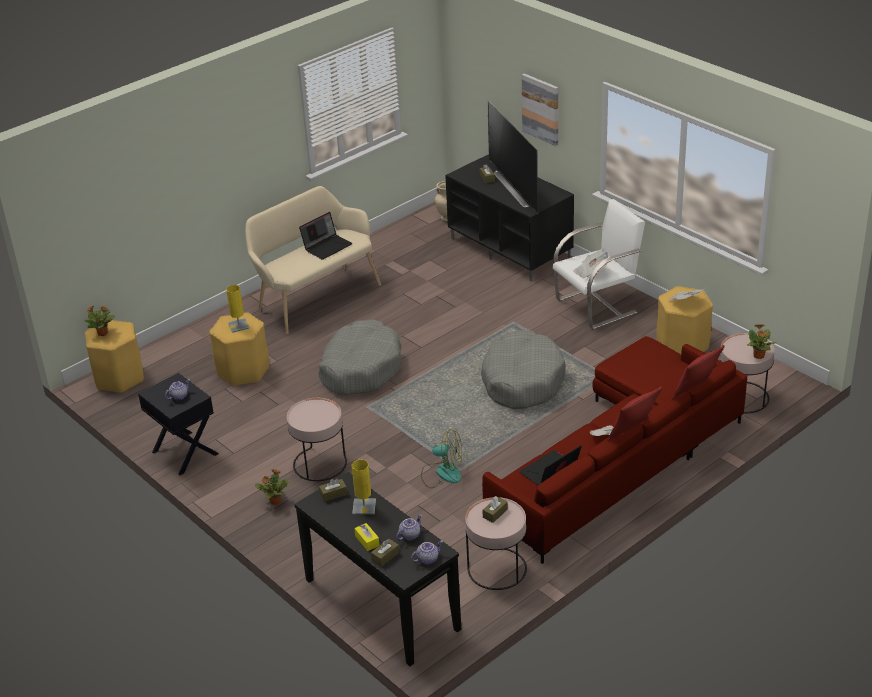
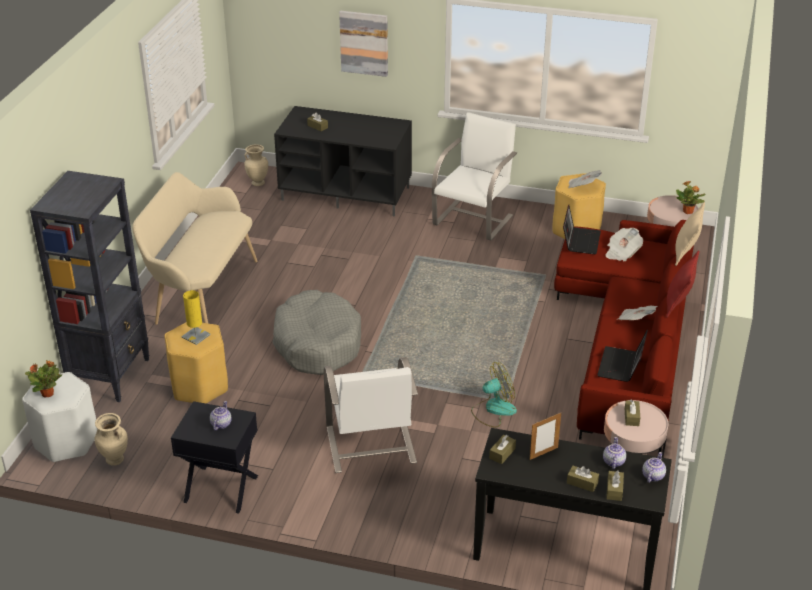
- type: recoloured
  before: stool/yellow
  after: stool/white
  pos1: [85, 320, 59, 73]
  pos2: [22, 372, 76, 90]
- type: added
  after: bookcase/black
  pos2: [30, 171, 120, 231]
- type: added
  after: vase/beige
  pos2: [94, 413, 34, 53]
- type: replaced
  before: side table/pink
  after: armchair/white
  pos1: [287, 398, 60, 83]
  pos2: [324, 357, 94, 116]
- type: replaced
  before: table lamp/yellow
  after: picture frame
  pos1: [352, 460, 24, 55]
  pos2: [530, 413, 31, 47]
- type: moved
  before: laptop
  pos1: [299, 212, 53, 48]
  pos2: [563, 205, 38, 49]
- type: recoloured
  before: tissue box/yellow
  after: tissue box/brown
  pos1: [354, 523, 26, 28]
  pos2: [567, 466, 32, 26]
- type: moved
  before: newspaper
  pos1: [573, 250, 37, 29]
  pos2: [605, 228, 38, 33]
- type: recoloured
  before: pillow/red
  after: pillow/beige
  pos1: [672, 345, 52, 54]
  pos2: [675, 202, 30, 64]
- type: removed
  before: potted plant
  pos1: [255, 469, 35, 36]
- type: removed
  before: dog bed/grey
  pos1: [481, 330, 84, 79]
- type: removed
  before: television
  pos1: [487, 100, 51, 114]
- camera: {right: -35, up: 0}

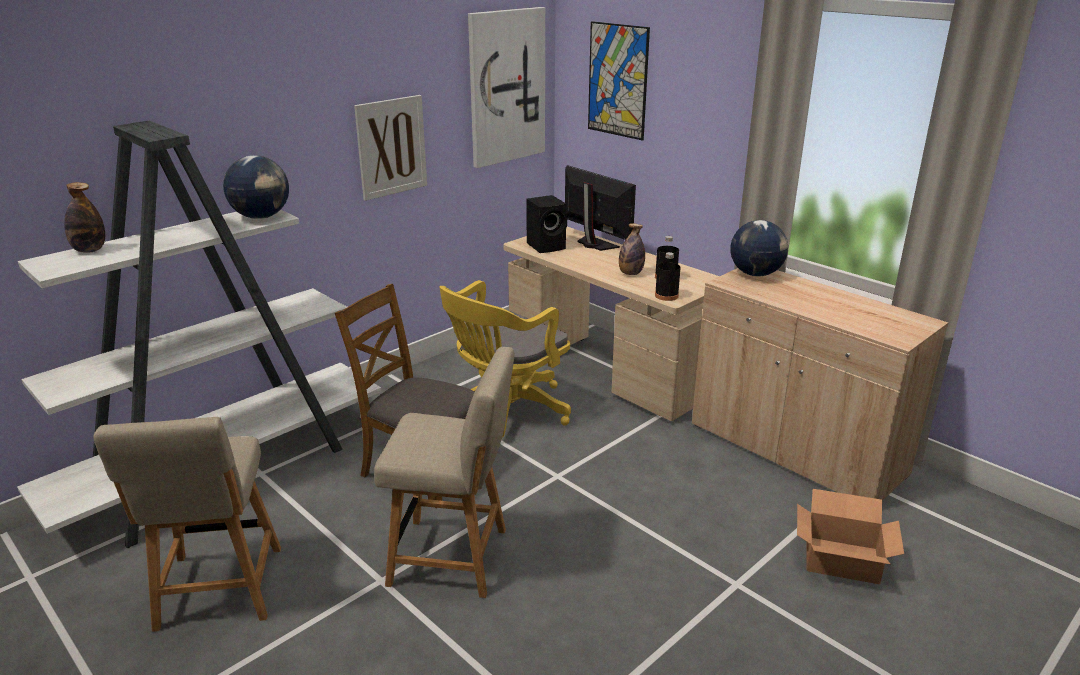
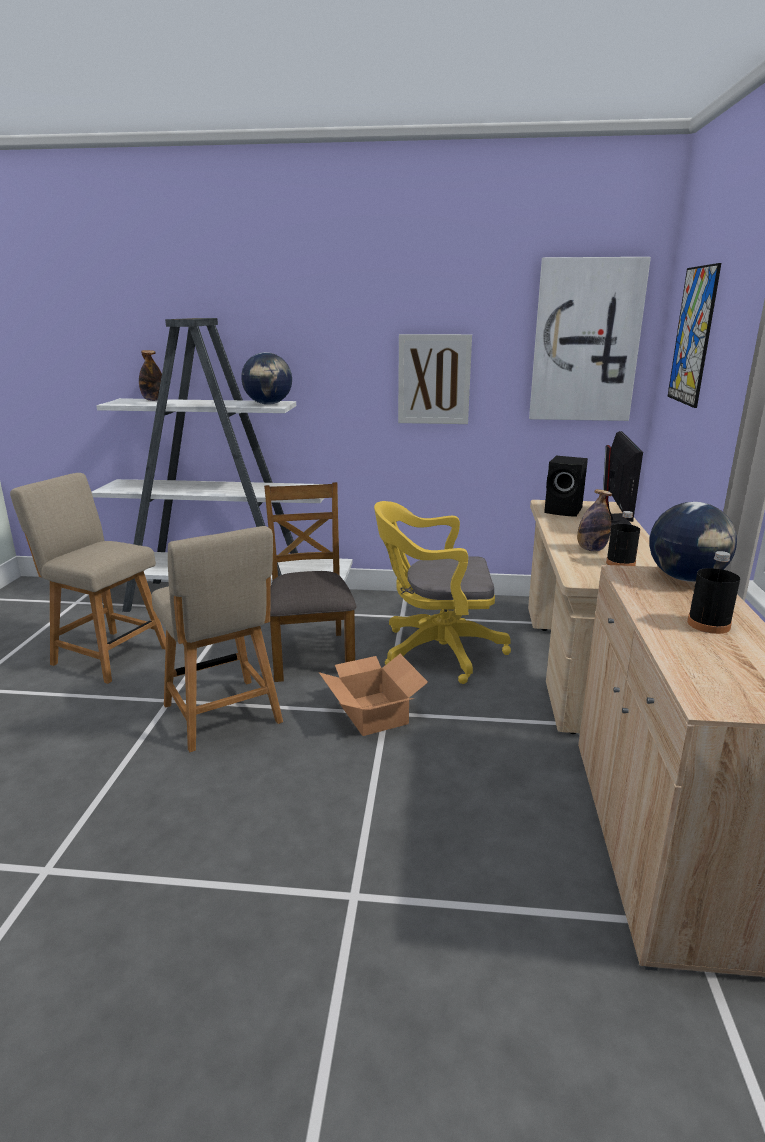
- type: turned
  before: chair/beige
  pos1: [93, 417, 188, 215]
  pos2: [10, 473, 156, 211]
  turn: 75
- type: moved
  before: cardboard box
  pos1: [797, 489, 107, 95]
  pos2: [319, 654, 109, 82]
- type: moved
  before: bottle/black
  pos1: [655, 252, 26, 49]
  pos2: [687, 551, 53, 83]
- camera: {right: 50, up: -5}

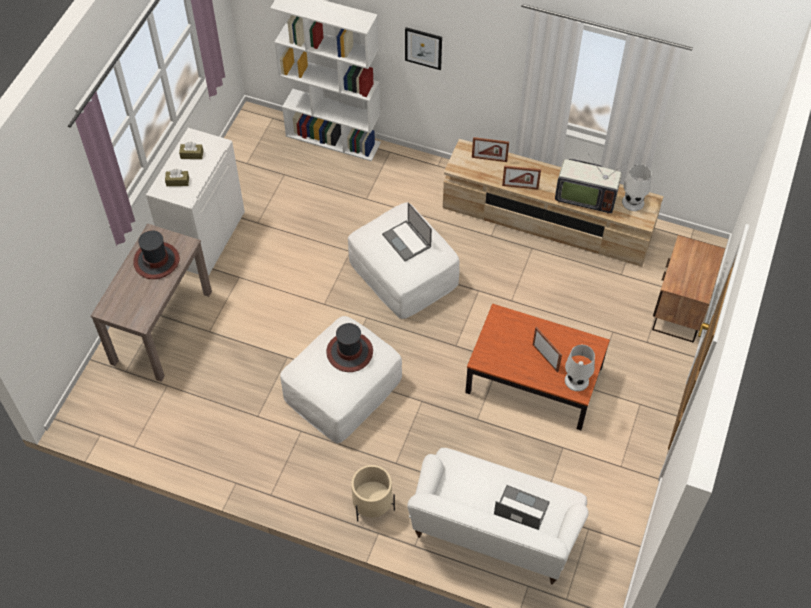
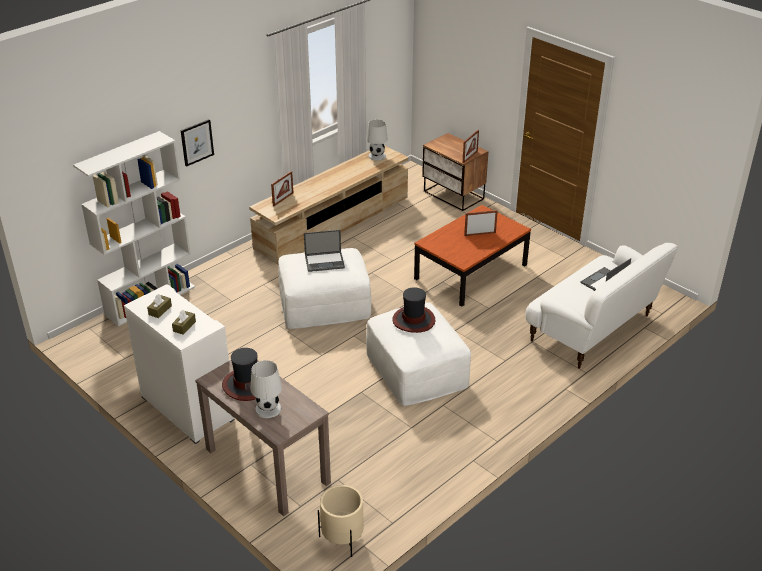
- type: moved
  before: table lamp/white
  pos1: [565, 345, 30, 46]
  pos2: [250, 360, 32, 58]
- type: moved
  before: planter/beige
  pos1: [351, 465, 44, 57]
  pos2: [318, 485, 46, 72]
- type: moved
  before: picture frame
  pos1: [502, 166, 39, 24]
  pos2: [463, 130, 16, 33]
- type: removed
  before: television
  pos1: [555, 155, 72, 59]
- camera: {right: -65, up: -20}

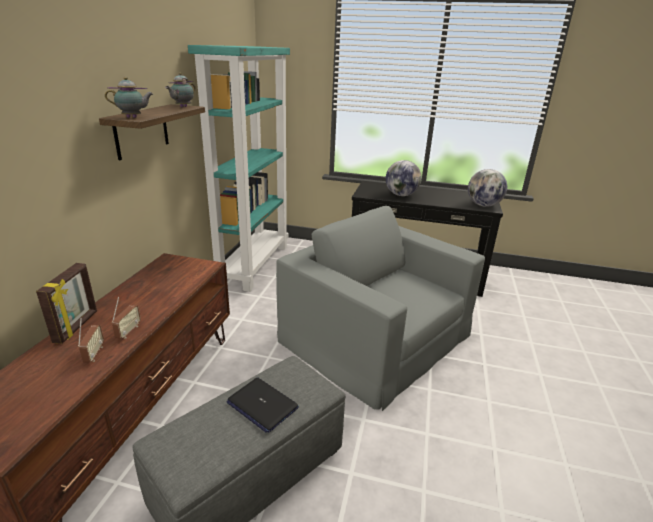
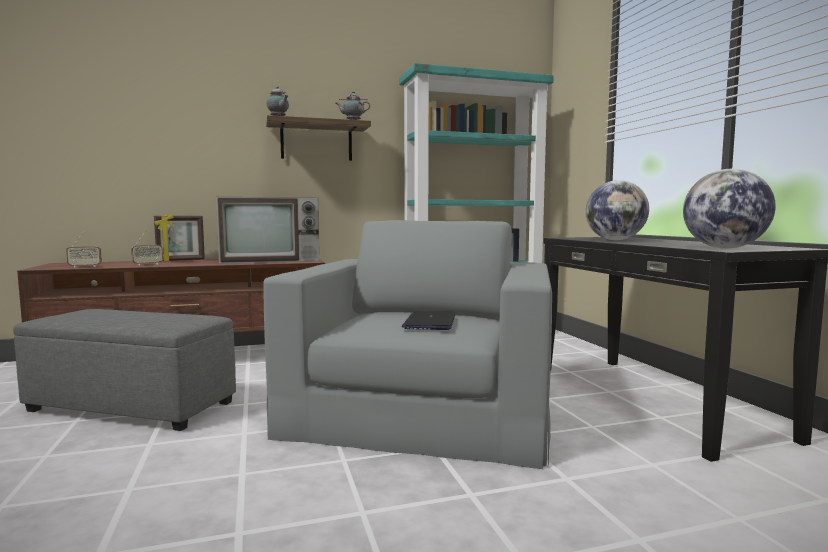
- type: moved
  before: radio
  pos1: [112, 297, 29, 42]
  pos2: [66, 232, 36, 36]
- type: added
  after: television
  pos2: [216, 197, 103, 67]
- type: moved
  before: laptop
  pos1: [227, 378, 72, 55]
  pos2: [402, 311, 53, 19]
- camera: {right: 60, up: -20}

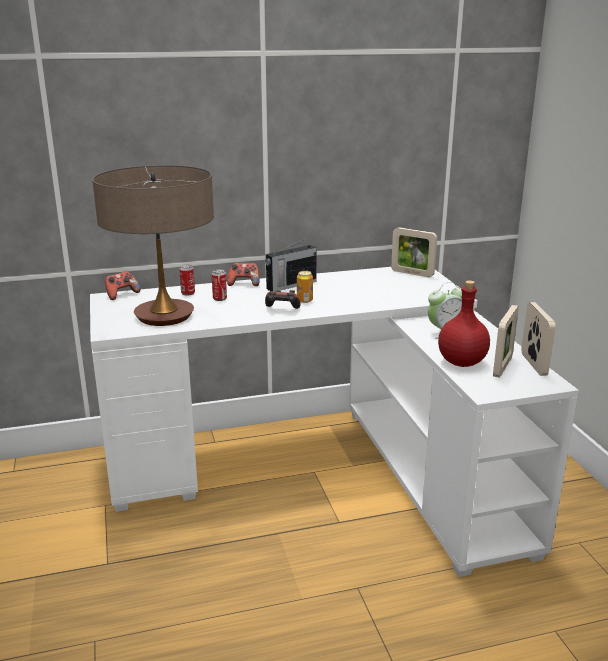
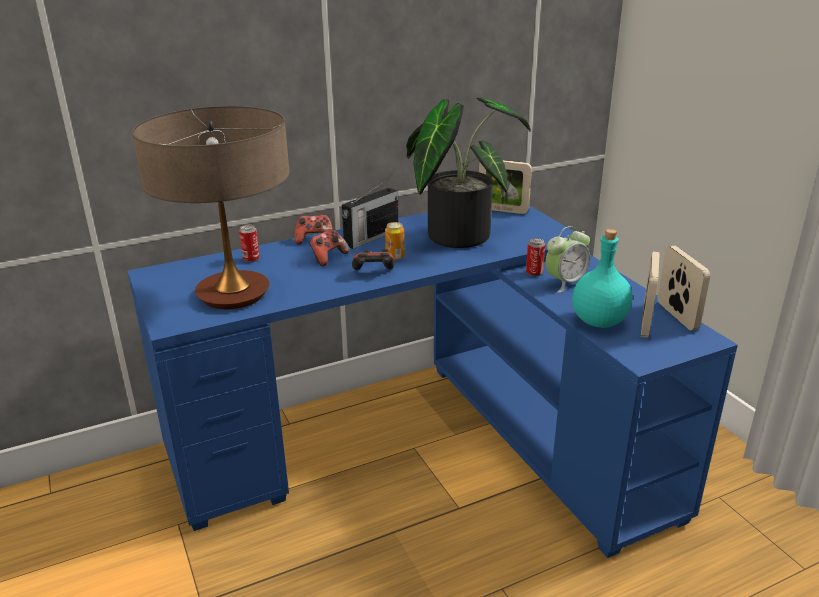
- type: recoloured
  before: desk/white
  after: desk/blue
  pos1: [90, 267, 489, 310]
  pos2: [127, 205, 611, 353]
- type: moved
  before: game controller
  pos1: [105, 271, 36, 29]
  pos2: [309, 229, 41, 37]
- type: added
  after: potted plant
  pos2: [406, 97, 125, 151]
- type: moved
  before: can
  pos1: [212, 269, 15, 32]
  pos2: [526, 238, 19, 38]
- type: recoloured
  before: bottle/red
  after: bottle/turquoise
  pos1: [438, 280, 52, 87]
  pos2: [572, 229, 60, 99]
- camera: {right: -10, up: 5}

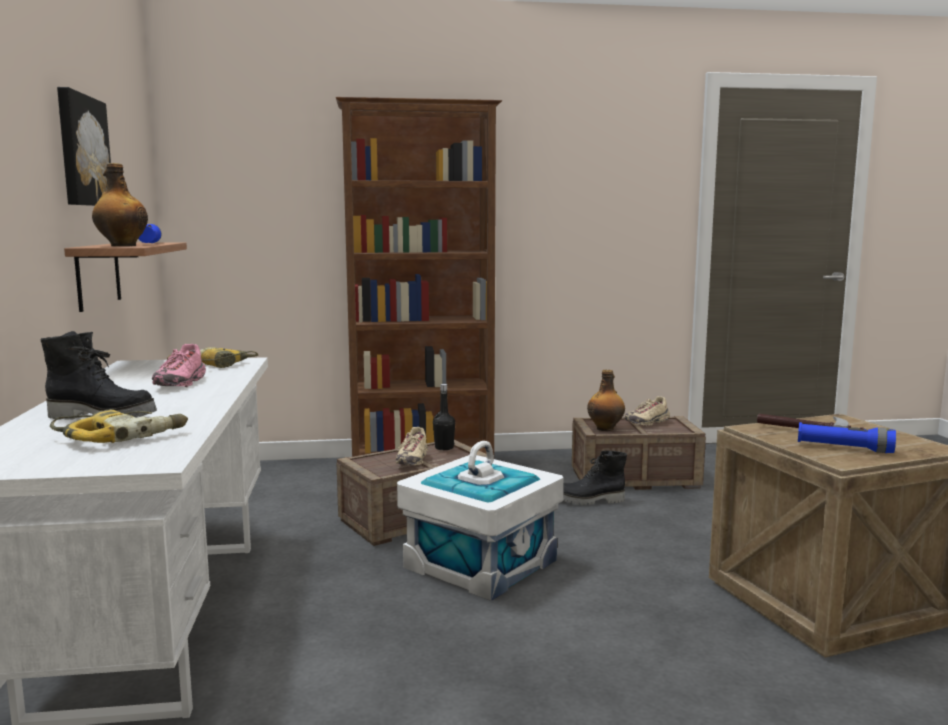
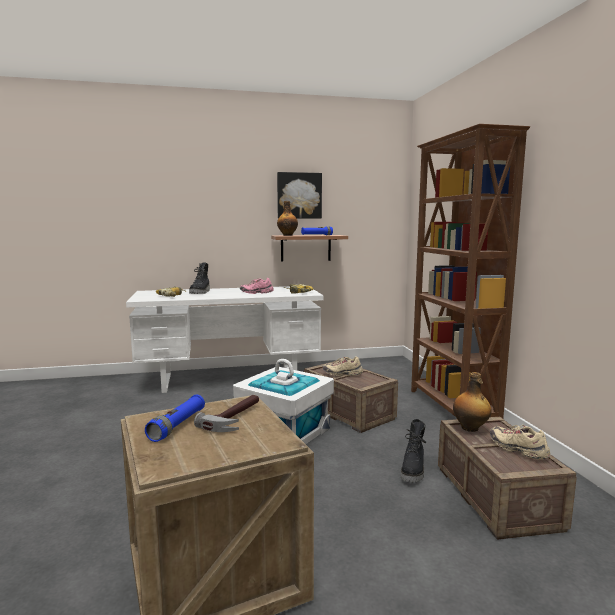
- type: turned
  before: boot/black
  pos1: [563, 451, 64, 54]
  pos2: [401, 419, 25, 63]
  turn: -150
- type: removed
  before: bottle/black
  pos1: [433, 384, 22, 66]
- camera: {right: 85, up: 0}

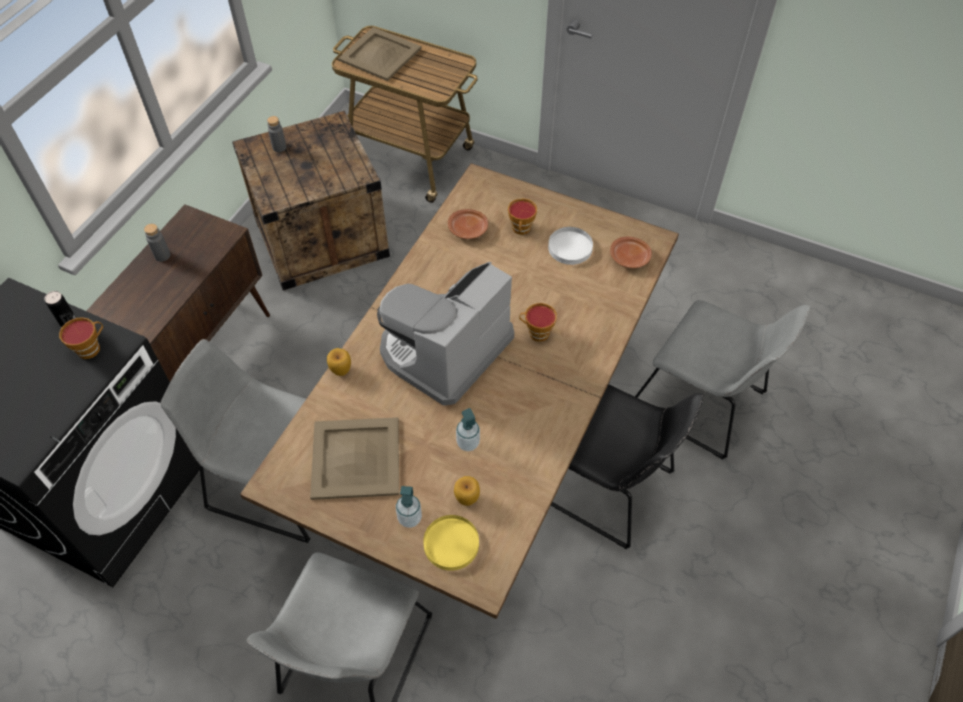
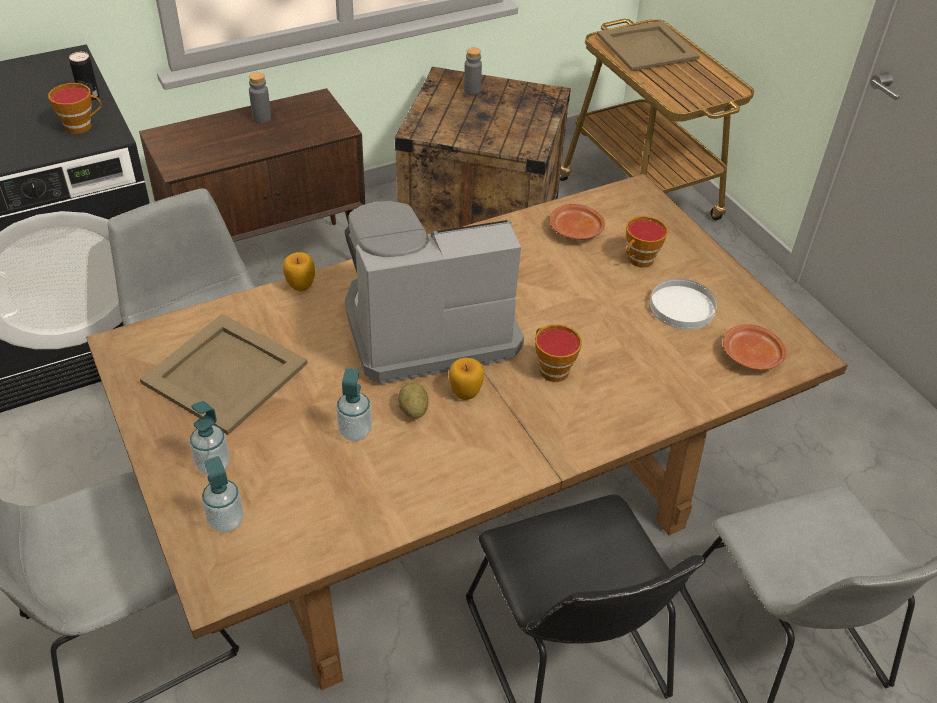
- type: replaced
  before: plate/yellow
  after: soap dispenser
  pos1: [423, 515, 56, 56]
  pos2: [202, 456, 42, 76]
- type: added
  after: potato
  pos2: [398, 382, 31, 36]
- type: moved
  before: apple
  pos1: [454, 476, 26, 30]
  pos2: [449, 357, 35, 43]
- camera: {right: 35, up: -10}

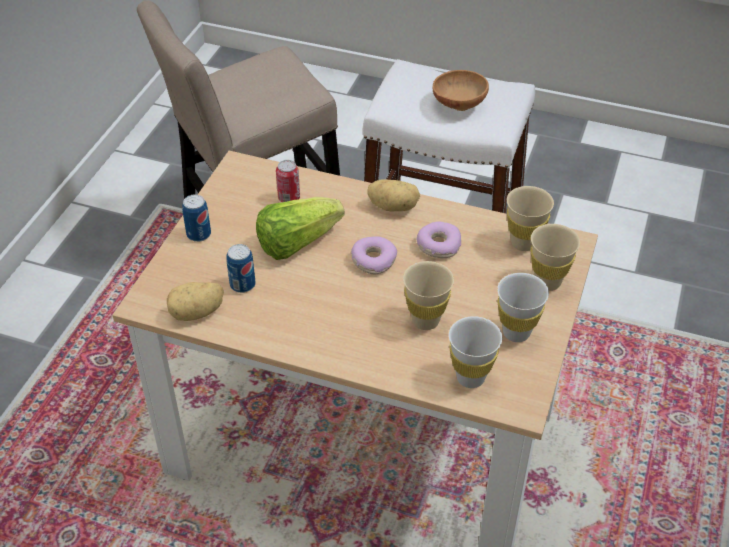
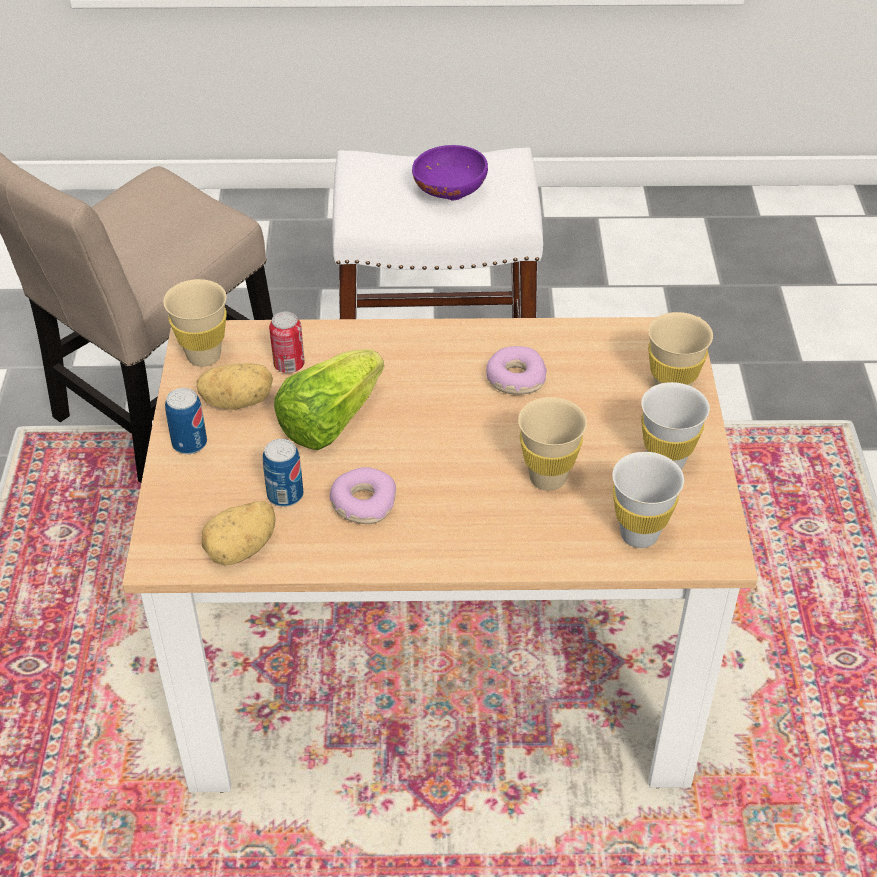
- type: moved
  before: cup/beige
  pos1: [507, 186, 47, 65]
  pos2: [163, 279, 64, 88]
- type: moved
  before: potato
  pos1: [367, 179, 53, 33]
  pos2: [197, 363, 76, 47]
- type: moved
  before: donut
  pos1: [351, 236, 46, 38]
  pos2: [330, 467, 66, 57]
- type: recoloured
  before: bowl/brown
  after: bowl/purple
  pos1: [432, 70, 57, 41]
  pos2: [412, 145, 76, 55]
- camera: {right: -20, up: 0}

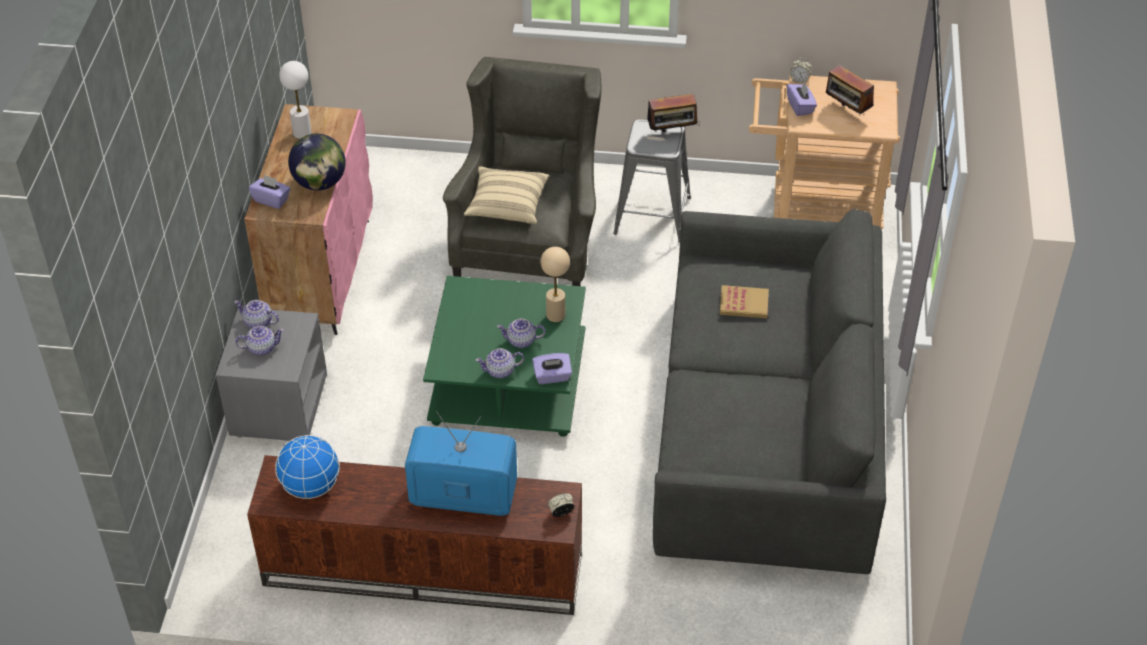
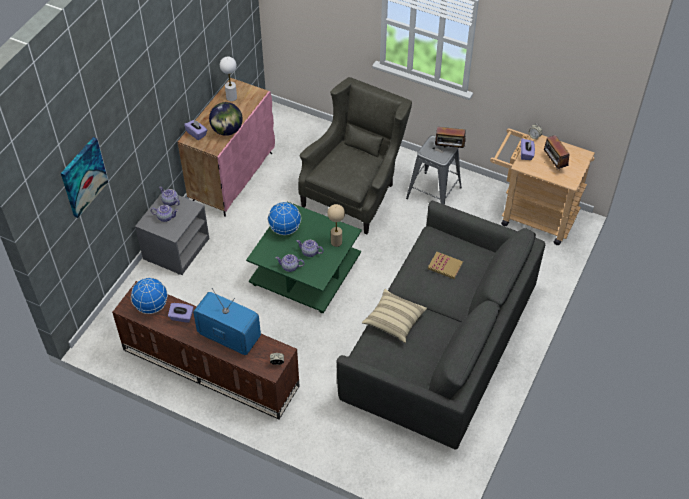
- type: added
  after: picture
  pos2: [61, 137, 47, 81]
- type: moved
  before: tissue box/purple
  pos1: [532, 353, 40, 31]
  pos2: [168, 303, 26, 20]
- type: added
  after: globe
  pos2: [268, 202, 33, 33]
- type: moved
  before: pillow/beige
  pos1: [464, 166, 85, 58]
  pos2: [362, 289, 65, 54]
- camera: {right: 20, up: 5}

